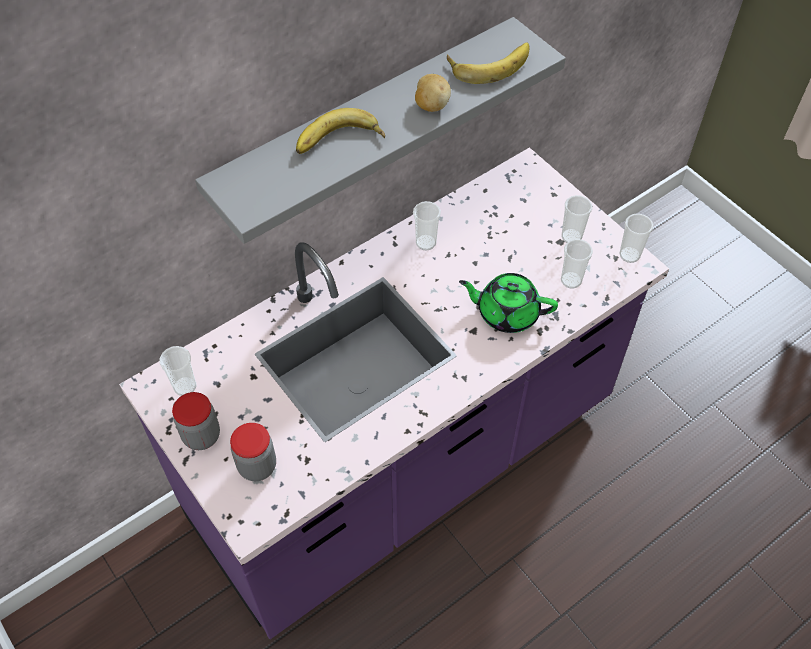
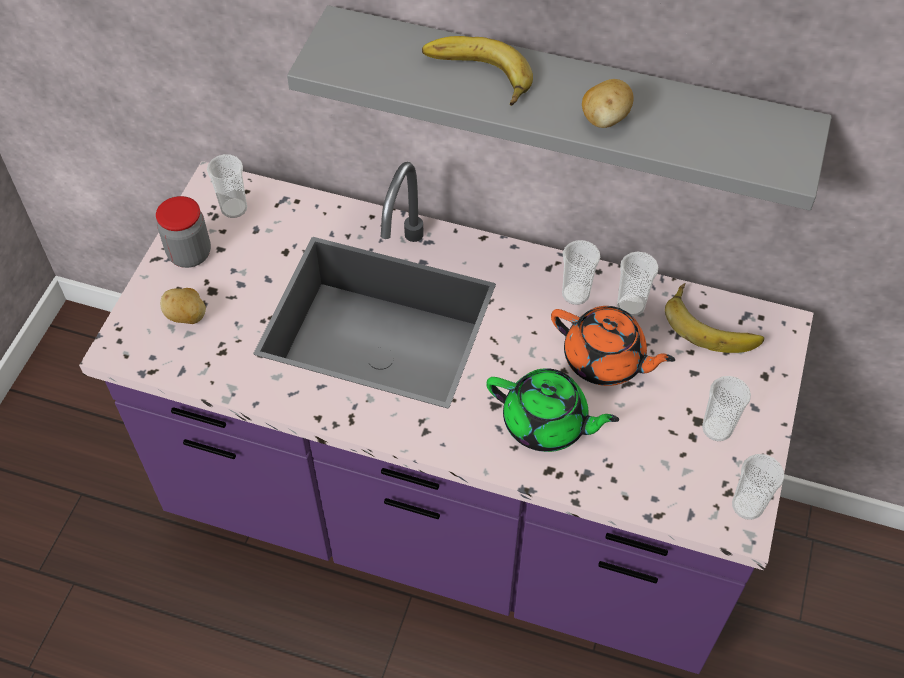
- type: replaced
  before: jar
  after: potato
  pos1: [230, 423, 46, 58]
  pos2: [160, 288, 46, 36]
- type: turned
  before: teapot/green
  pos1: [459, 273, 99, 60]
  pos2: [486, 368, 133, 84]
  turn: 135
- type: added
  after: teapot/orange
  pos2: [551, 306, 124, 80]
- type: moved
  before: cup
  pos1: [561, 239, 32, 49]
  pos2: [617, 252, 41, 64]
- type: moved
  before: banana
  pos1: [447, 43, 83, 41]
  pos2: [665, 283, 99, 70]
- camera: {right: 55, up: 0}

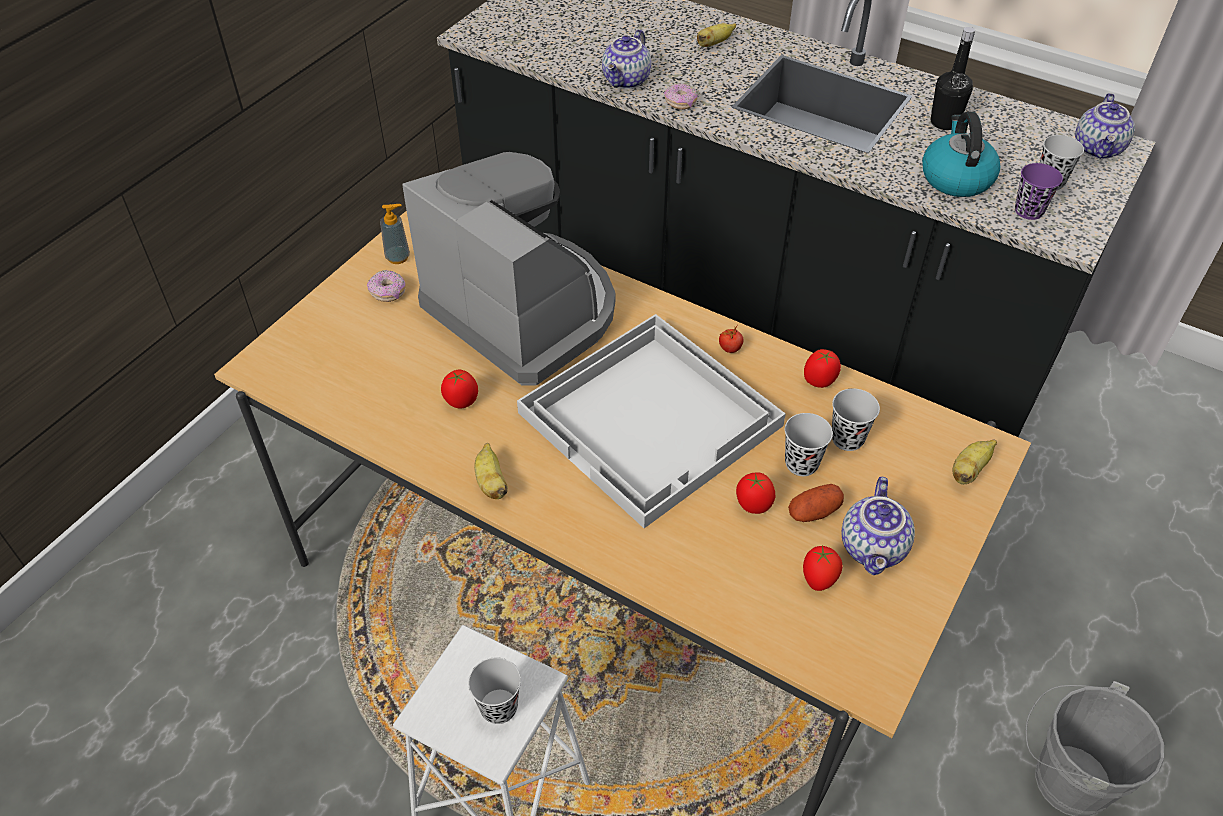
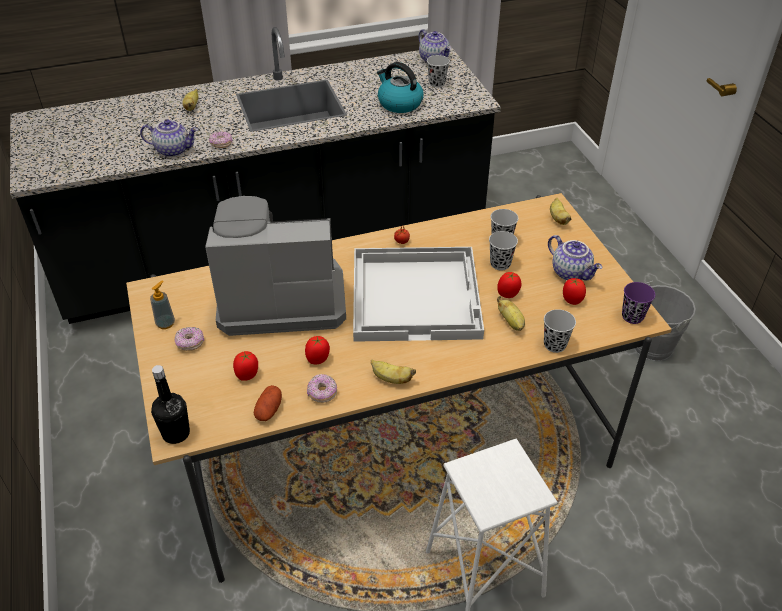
- type: turned
  before: teapot
  pos1: [602, 29, 49, 60]
  pos2: [140, 119, 58, 38]
  turn: -60
- type: moved
  before: bottle/black
  pos1: [931, 27, 44, 103]
  pos2: [151, 365, 39, 79]
- type: moved
  before: tomato
  pos1: [804, 349, 37, 39]
  pos2: [233, 351, 25, 30]
- type: moved
  before: potato
  pos1: [788, 484, 56, 38]
  pos2: [254, 385, 28, 36]
- type: added
  after: donut
  pos2: [307, 374, 30, 29]
- type: added
  after: banana
  pos2: [497, 296, 28, 35]
- type: moved
  before: cup/black
  pos1: [468, 657, 53, 67]
  pos2: [544, 309, 32, 44]
- type: moved
  before: cup/purple
  pos1: [1015, 163, 48, 57]
  pos2: [622, 282, 33, 42]
- camera: {right: -50, up: -5}

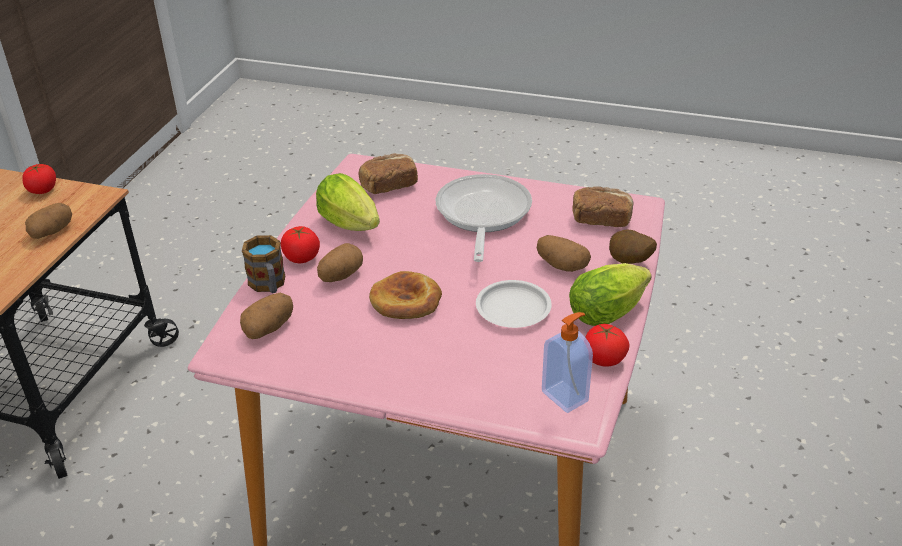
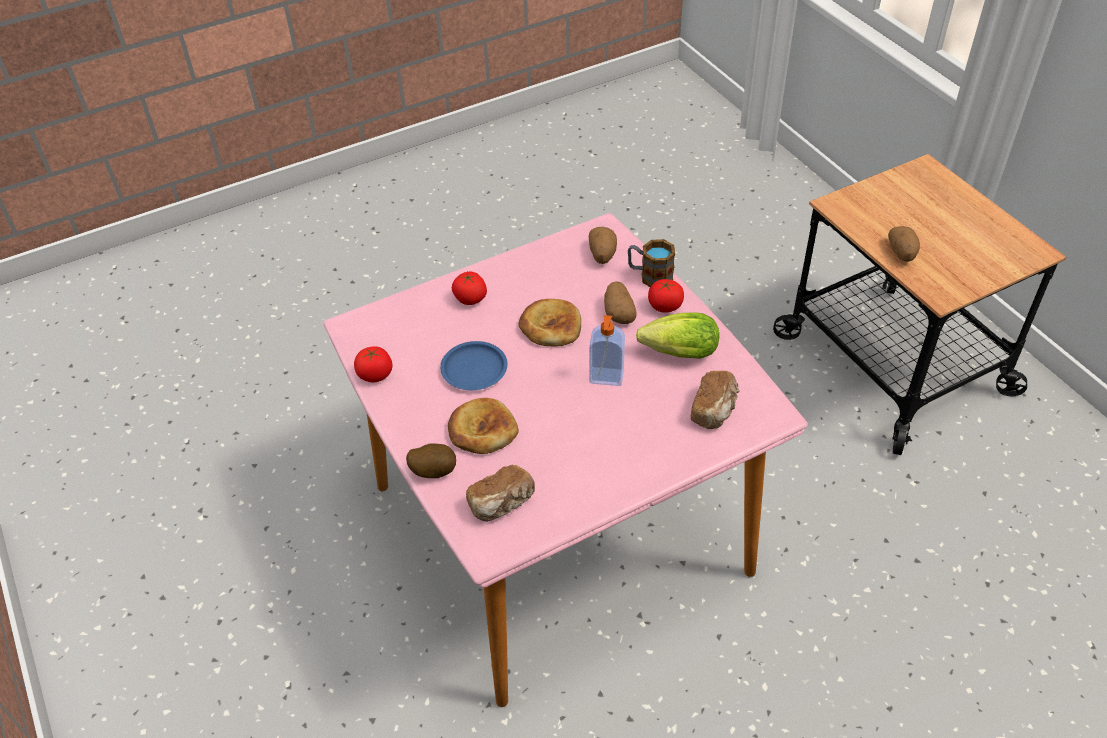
- type: recoloured
  before: plate/white
  after: plate/blue
  pos1: [476, 280, 76, 48]
  pos2: [440, 341, 68, 49]
- type: replaced
  before: potato
  after: bread
  pos1: [537, 235, 54, 37]
  pos2: [448, 398, 71, 56]
- type: moved
  before: tomato
  pos1: [22, 164, 34, 30]
  pos2: [452, 271, 35, 34]
- type: moved
  before: soap dispenser
  pos1: [542, 312, 51, 101]
  pos2: [589, 315, 36, 71]
- type: removed
  before: frying pan
  pos1: [436, 174, 96, 88]
- type: removed
  before: lettuce
  pos1: [569, 263, 83, 63]
- camera: {right: 135, up: 10}

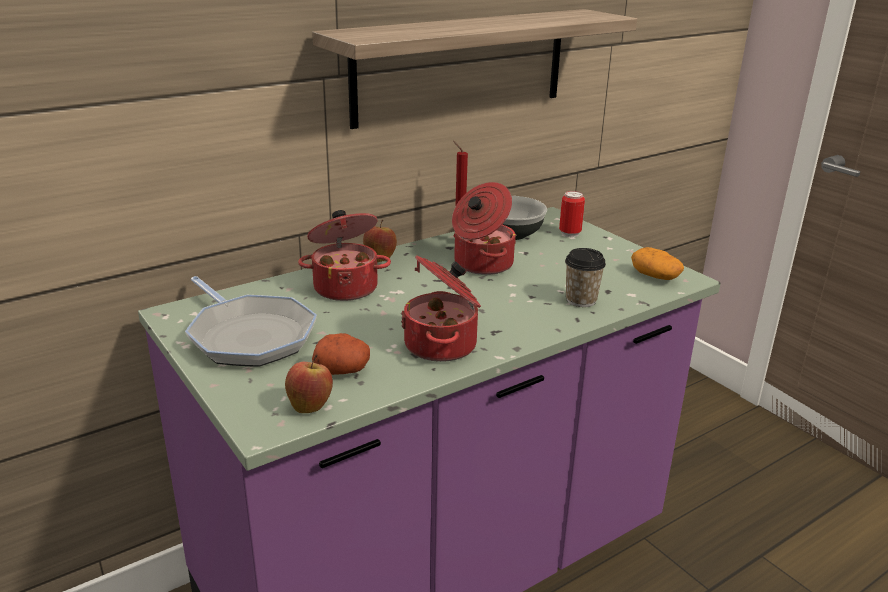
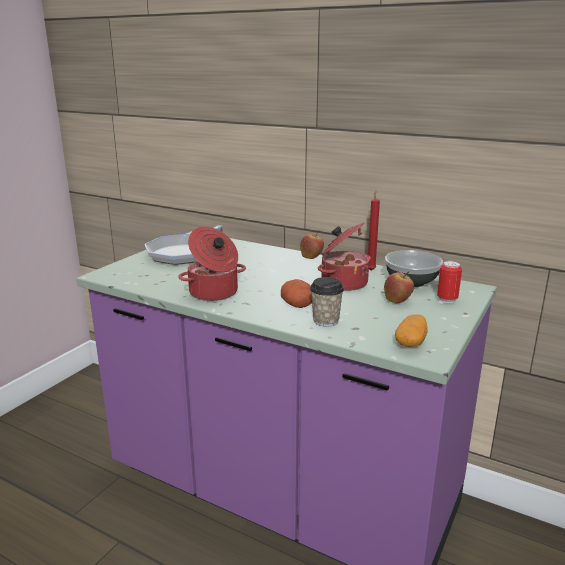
- type: moved
  before: potato
  pos1: [312, 333, 58, 42]
  pos2: [281, 279, 31, 29]
- type: moved
  before: apple
  pos1: [285, 355, 48, 58]
  pos2: [384, 271, 30, 32]
- type: removed
  before: cooking pot
  pos1: [298, 210, 93, 91]
- type: removed
  before: shelf
  pos1: [312, 9, 325, 120]
- camera: {right: 65, up: -5}

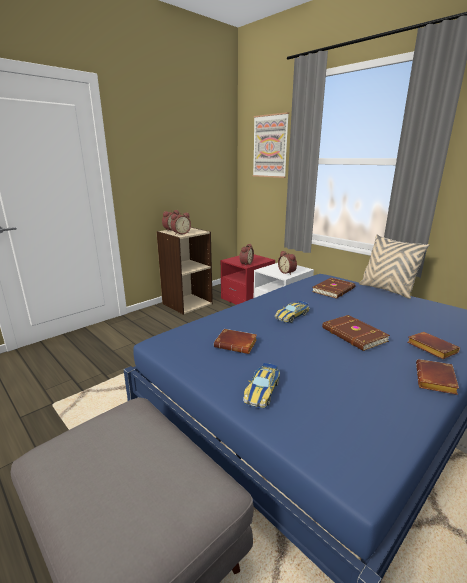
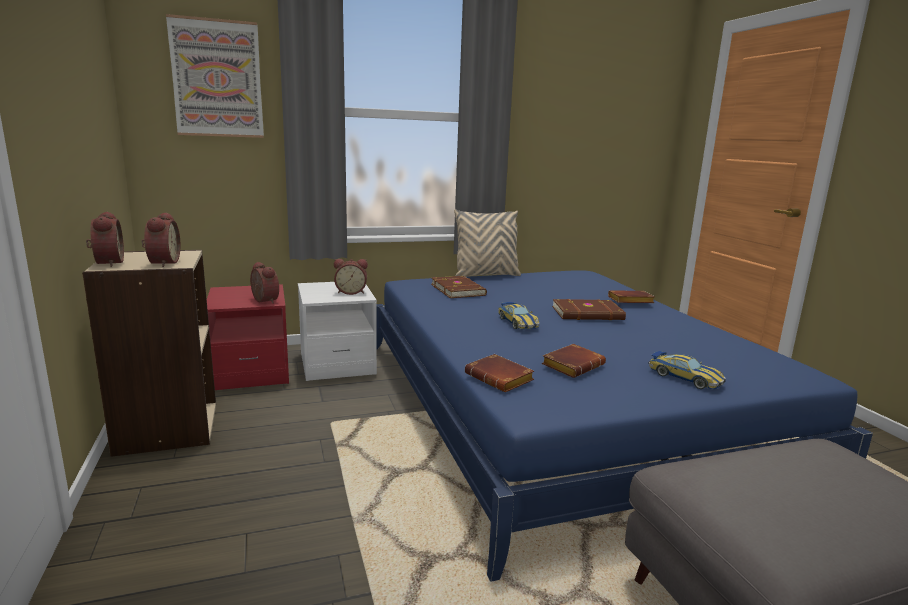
- type: moved
  before: book/brown
  pos1: [416, 359, 43, 36]
  pos2: [465, 354, 69, 38]
- camera: {right: -65, up: -5}

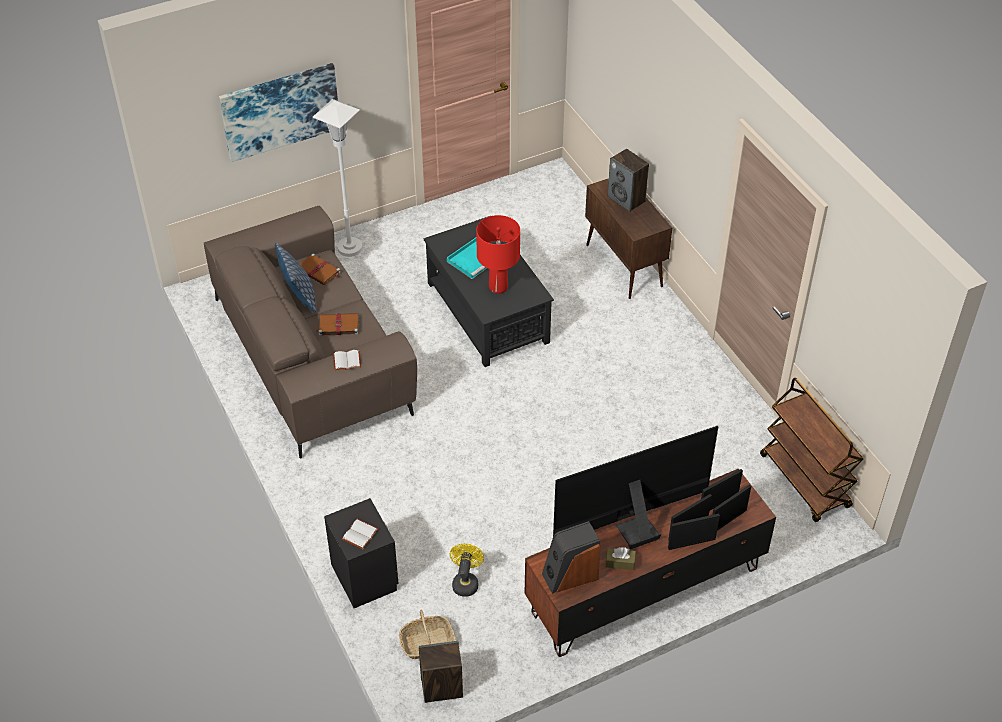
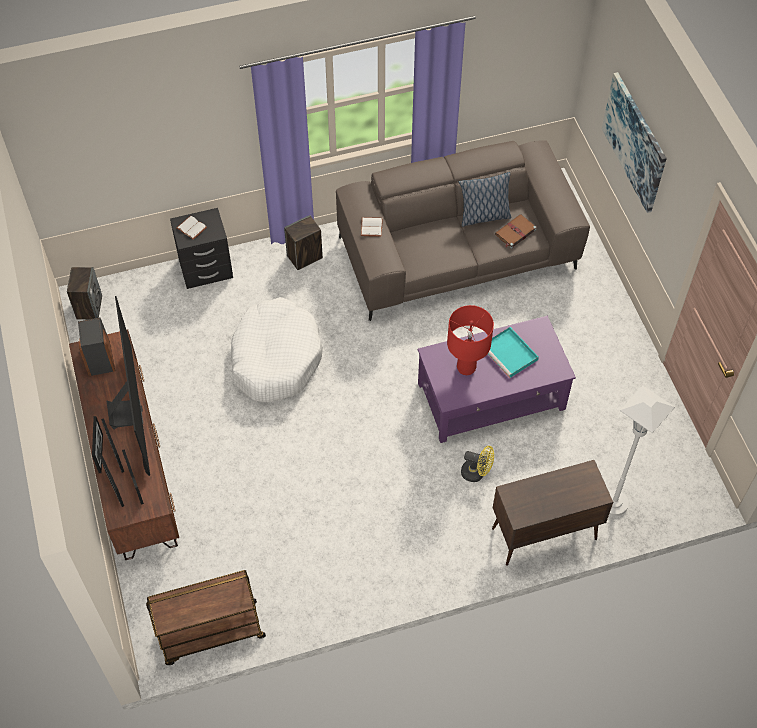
- type: added
  after: dog bed/white
  pos2: [231, 297, 92, 106]
- type: moved
  before: speaker
  pos1: [608, 149, 41, 63]
  pos2: [284, 215, 39, 55]
- type: recoloured
  before: coffee table/black
  after: coffee table/purple
  pos1: [424, 216, 130, 151]
  pos2: [418, 316, 158, 127]
- type: moved
  before: fan/yellow
  pos1: [450, 543, 34, 54]
  pos2: [461, 446, 33, 36]
- type: moved
  before: floor lamp/white
  pos1: [313, 99, 49, 158]
  pos2: [608, 385, 67, 131]
- type: removed
  before: book/brown
  pos1: [316, 313, 42, 23]
- type: removed
  before: basket
  pos1: [399, 610, 57, 49]
- type: removed
  before: tissue box/brown
  pos1: [606, 547, 30, 23]
- camera: {right: 100, up: 10}

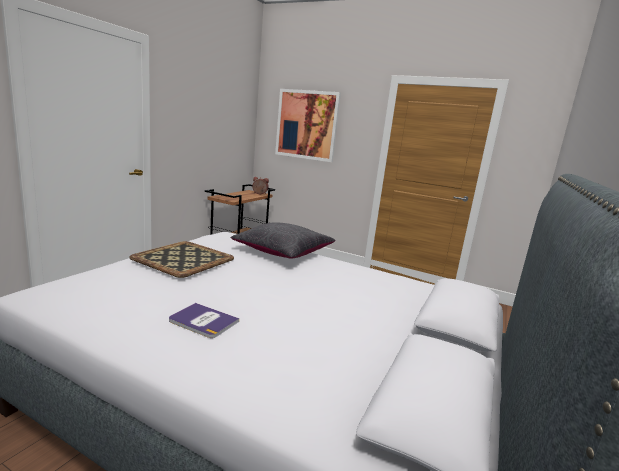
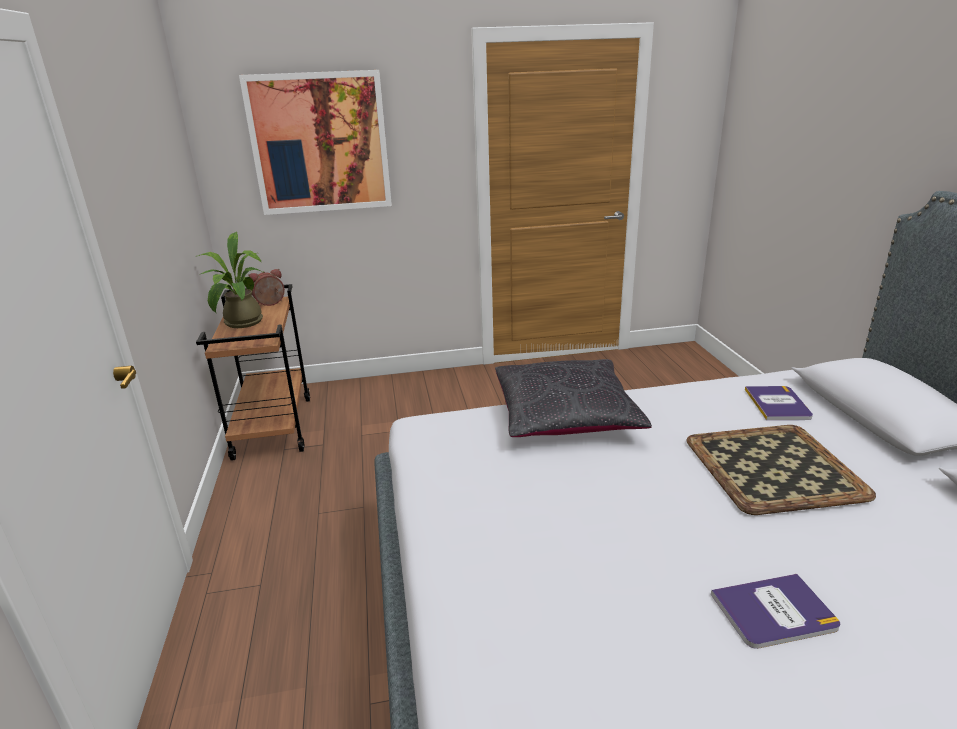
- type: added
  after: potted plant
  pos2: [196, 232, 69, 96]
- type: moved
  before: tray
  pos1: [130, 241, 104, 37]
  pos2: [686, 425, 190, 90]
- type: added
  after: book
  pos2: [745, 386, 68, 34]
- camera: {right: -35, up: 10}

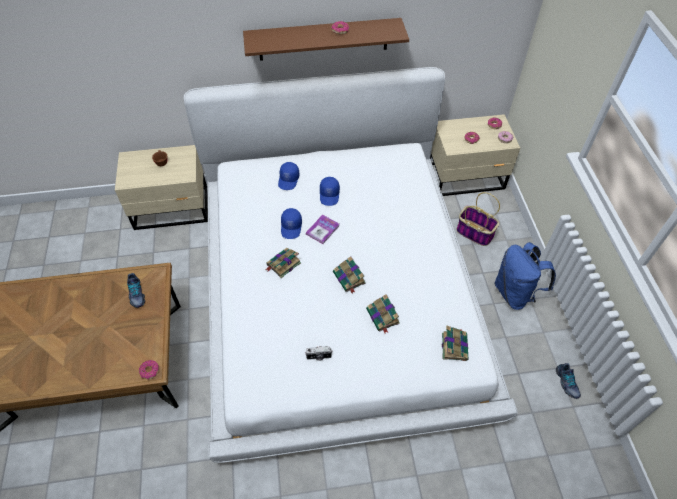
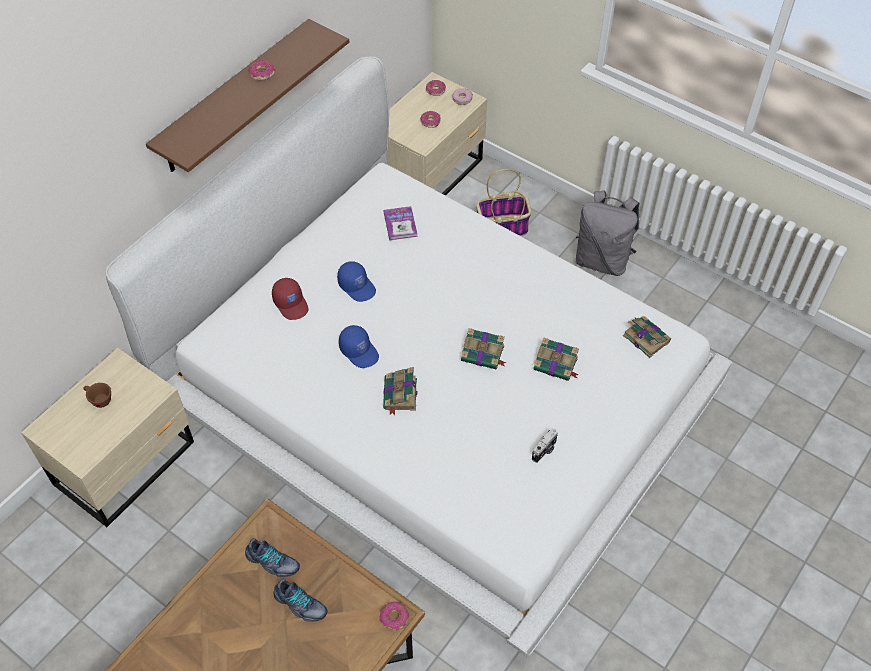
- type: recoloured
  before: cap/blue
  after: cap/red
  pos1: [278, 162, 21, 28]
  pos2: [272, 278, 37, 42]
- type: moved
  before: shoe
  pos1: [556, 363, 25, 36]
  pos2: [274, 579, 54, 43]
- type: moved
  before: book
  pos1: [306, 215, 33, 29]
  pos2: [384, 206, 34, 34]
- type: recoloured
  before: backpack/blue
  after: backpack/grey
  pos1: [495, 242, 61, 68]
  pos2: [576, 190, 64, 86]
- camera: {right: -45, up: 0}

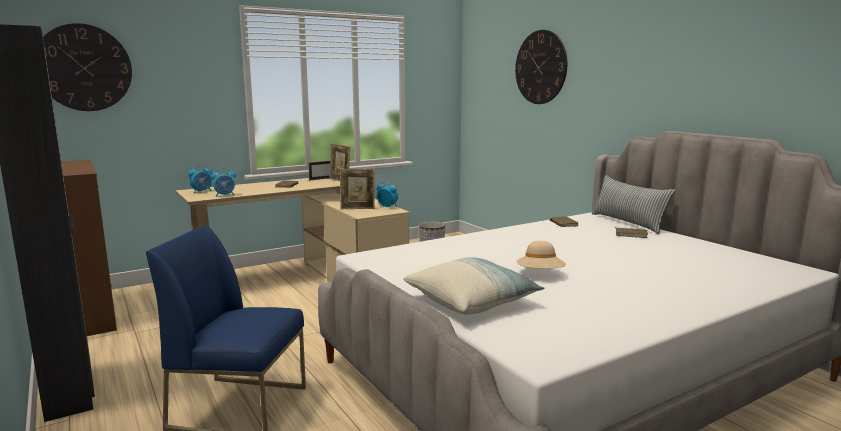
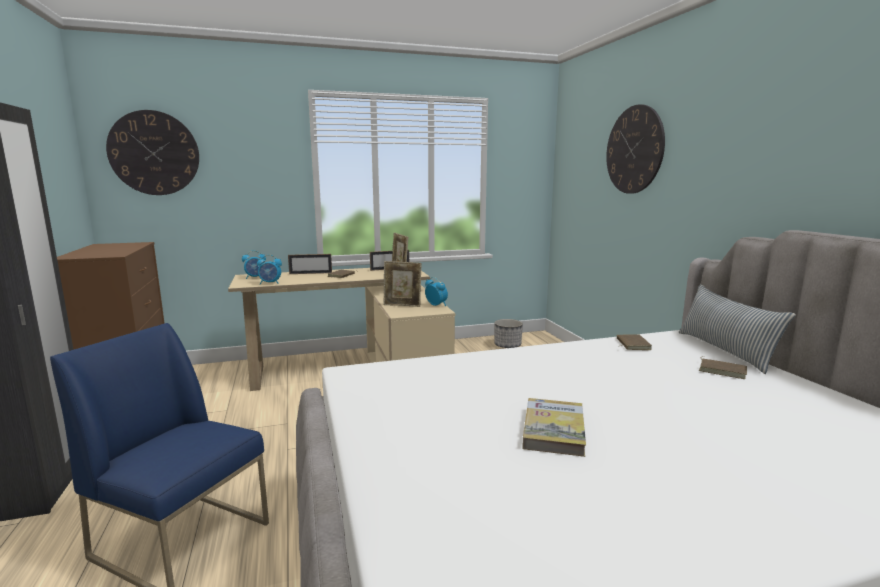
- type: added
  after: picture frame
  pos2: [288, 254, 44, 20]
- type: replaced
  before: hat/beige
  after: book
  pos1: [516, 241, 50, 28]
  pos2: [522, 398, 64, 59]
- type: removed
  before: pillow
  pos1: [403, 257, 141, 58]
- camera: {right: 15, up: 0}

